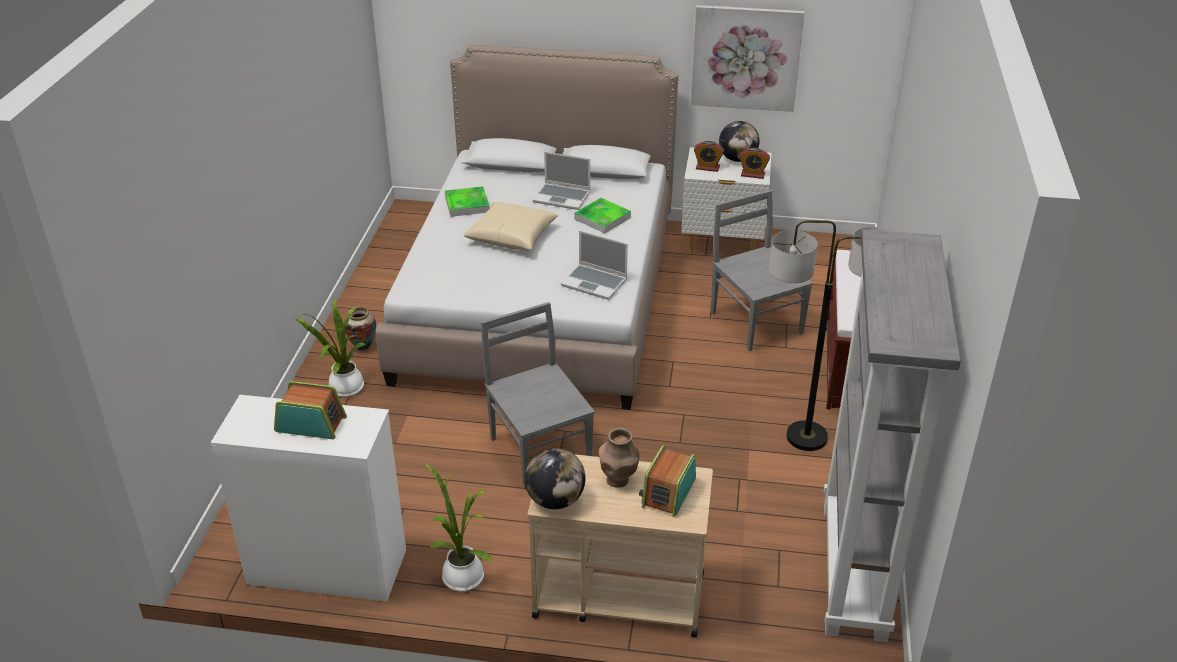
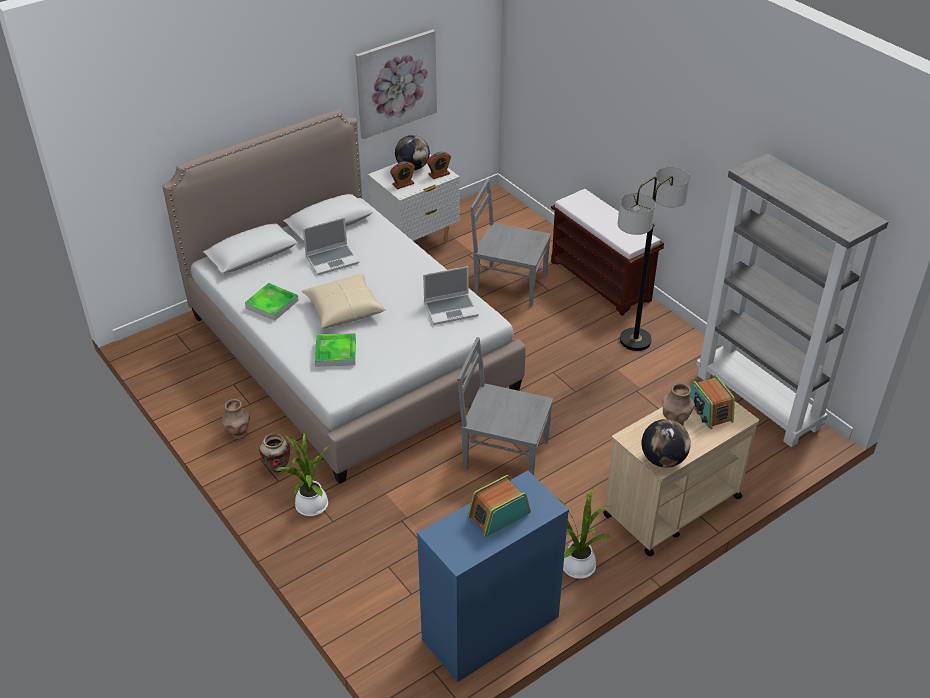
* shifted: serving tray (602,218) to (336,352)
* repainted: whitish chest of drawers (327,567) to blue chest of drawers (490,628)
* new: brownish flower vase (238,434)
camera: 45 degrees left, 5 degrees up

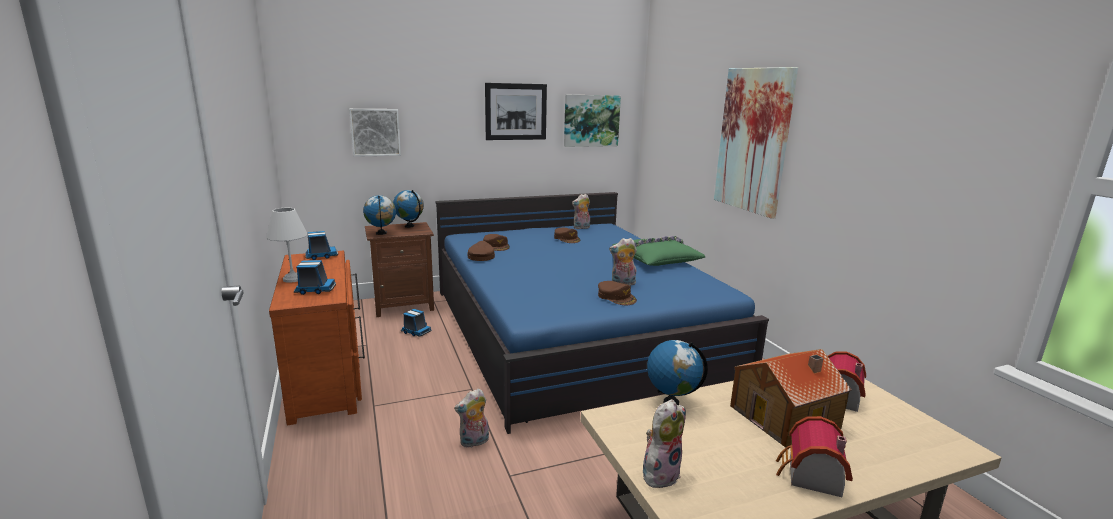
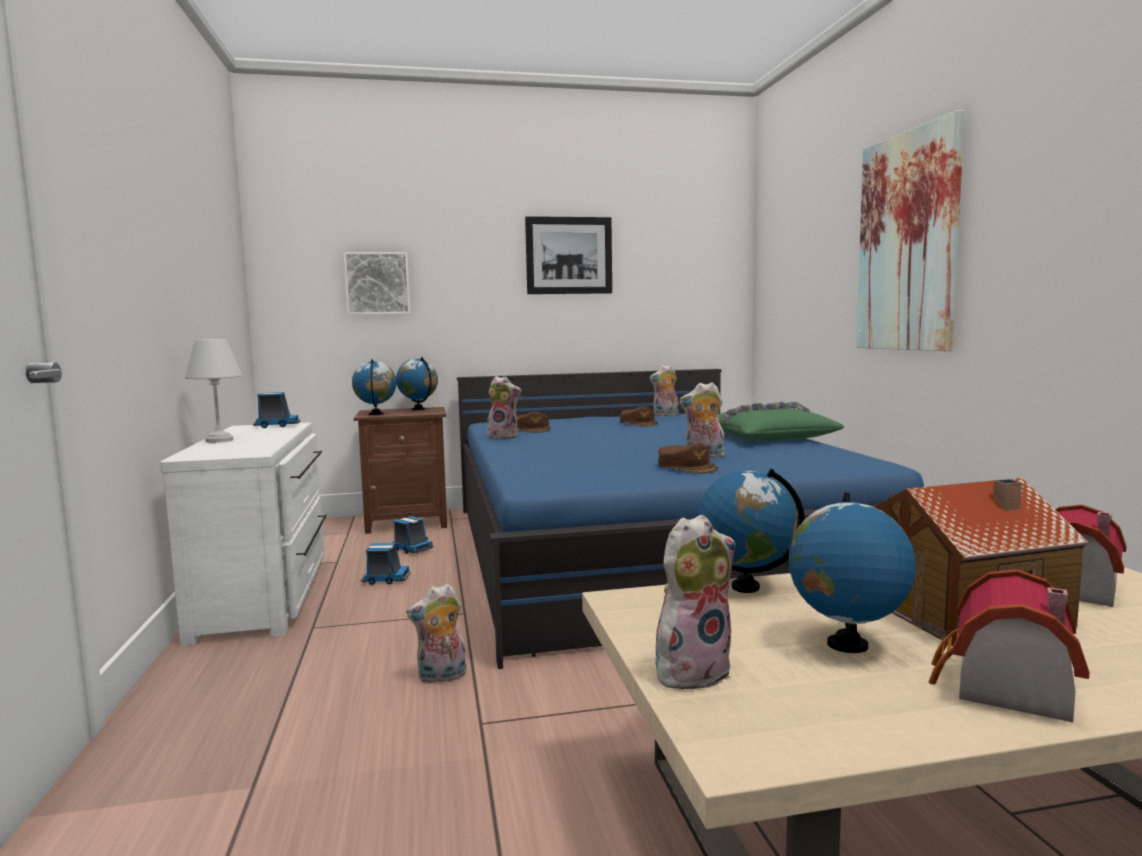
* gone: wall art (591,120)
* swapped: brownish peaked cap (481,256) to soft toy (504,437)
* repainted: brownish chest of drawers (328,376) to whitish chest of drawers (267,594)
* shifted: model truck (314,290) to (385,579)
* new: world globe (846,645)
camera: 10 degrees right, 10 degrees down

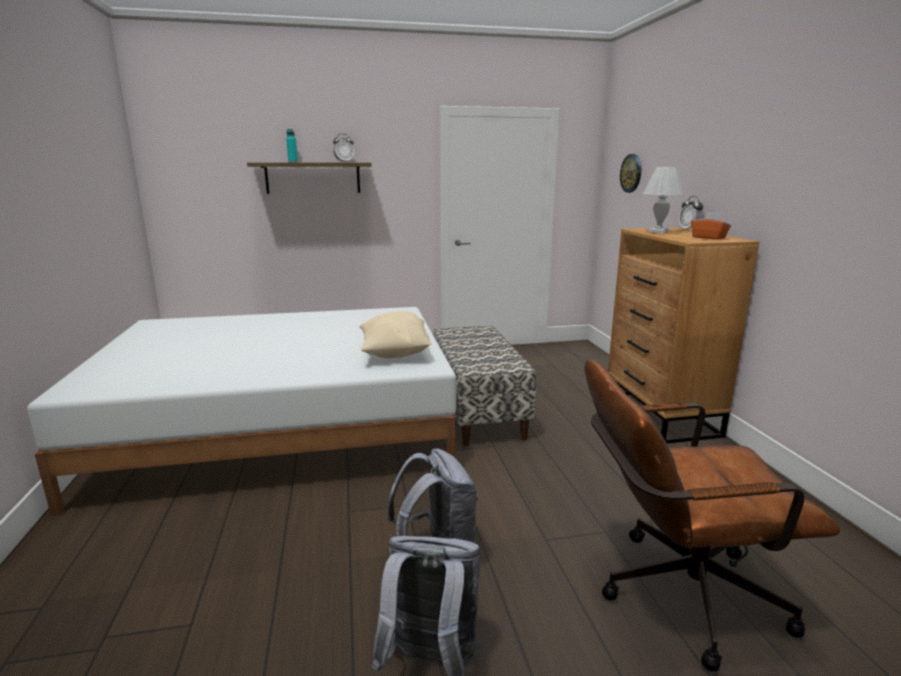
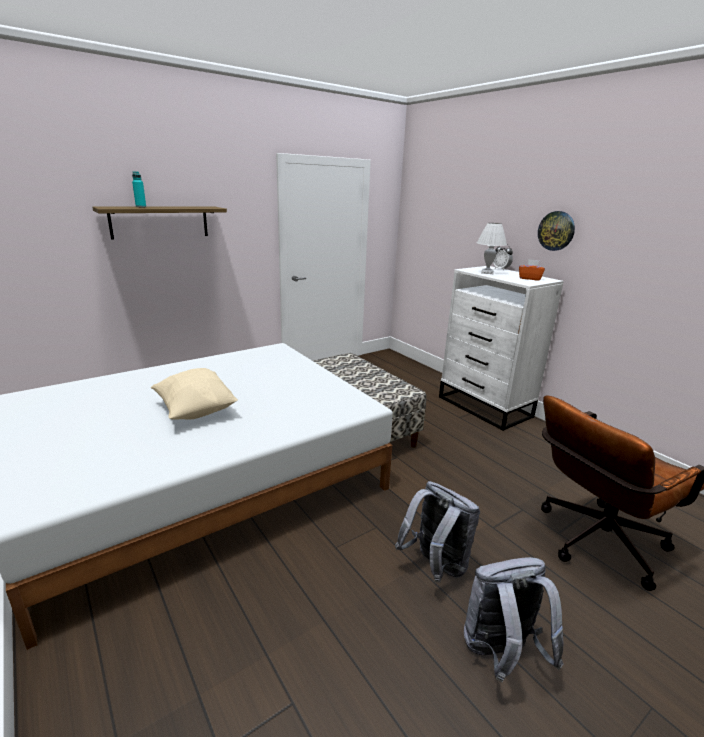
* gone: bedside clock (344,162)
* shifted: clock on the wall (631,173) to (556,231)
* repainted: brownish chest of drawers (660,415) to whitish chest of drawers (485,407)
* shifted: sand-coloured cushion (395,353) to (196,410)
camera: 25 degrees left, 5 degrees up

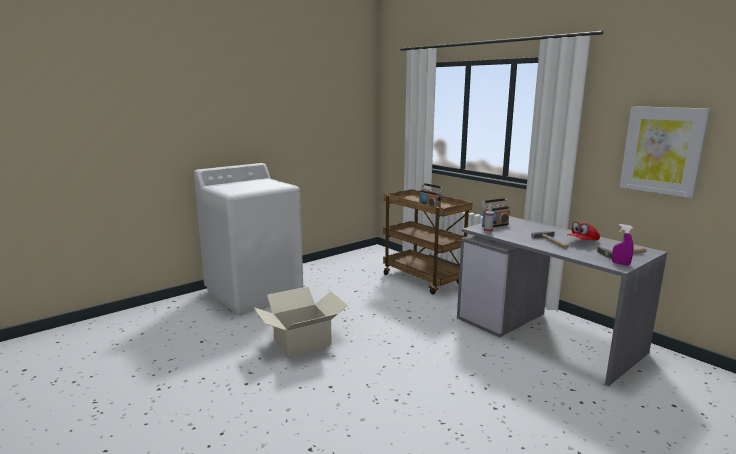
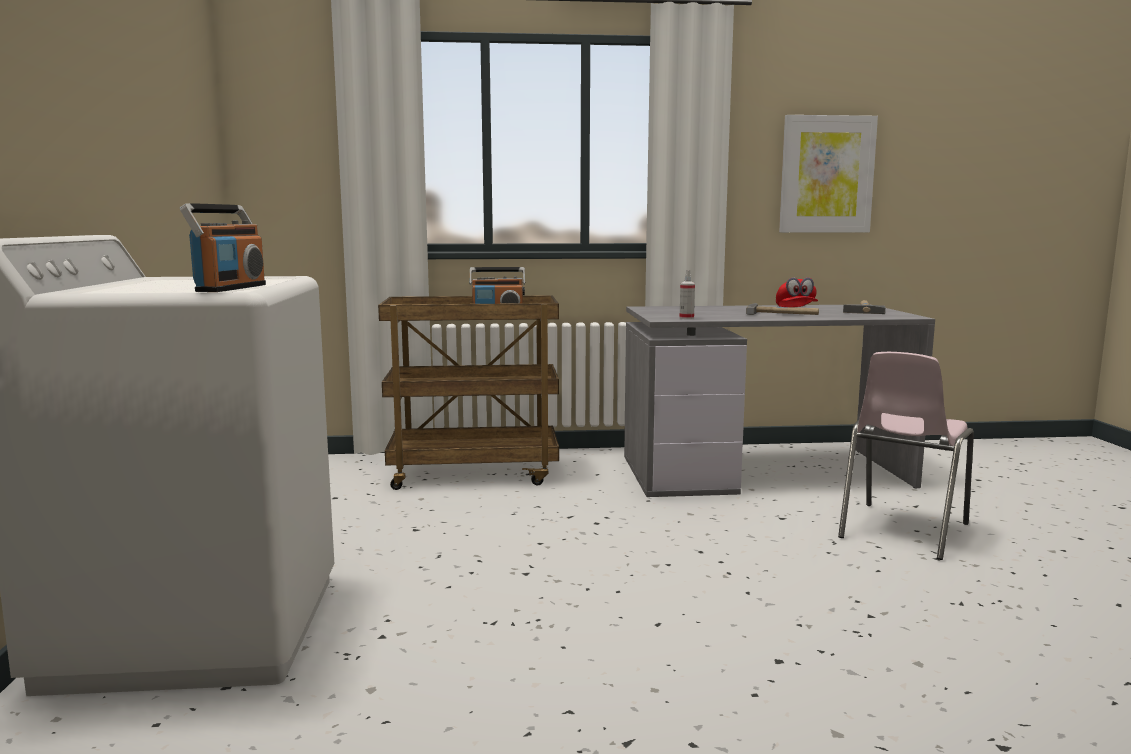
* shifted: radio set (495,225) to (230,288)
* gone: purple sprayer (620,264)
* gone: cardboard box (302,342)
* new: pinkish plain chair (901,531)
camera: 55 degrees left, 5 degrees down

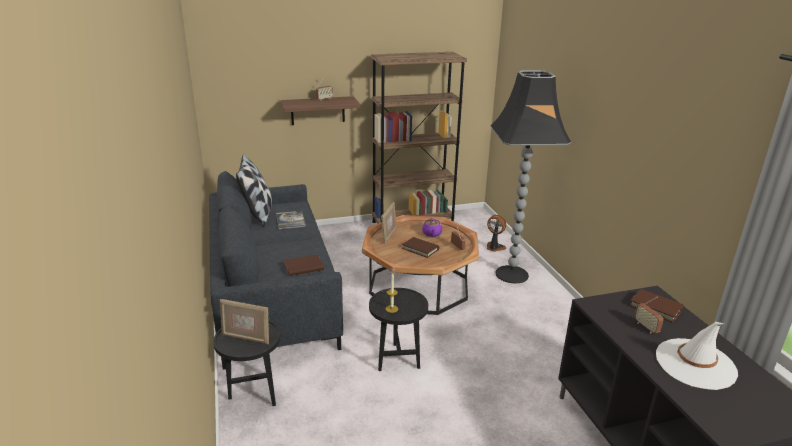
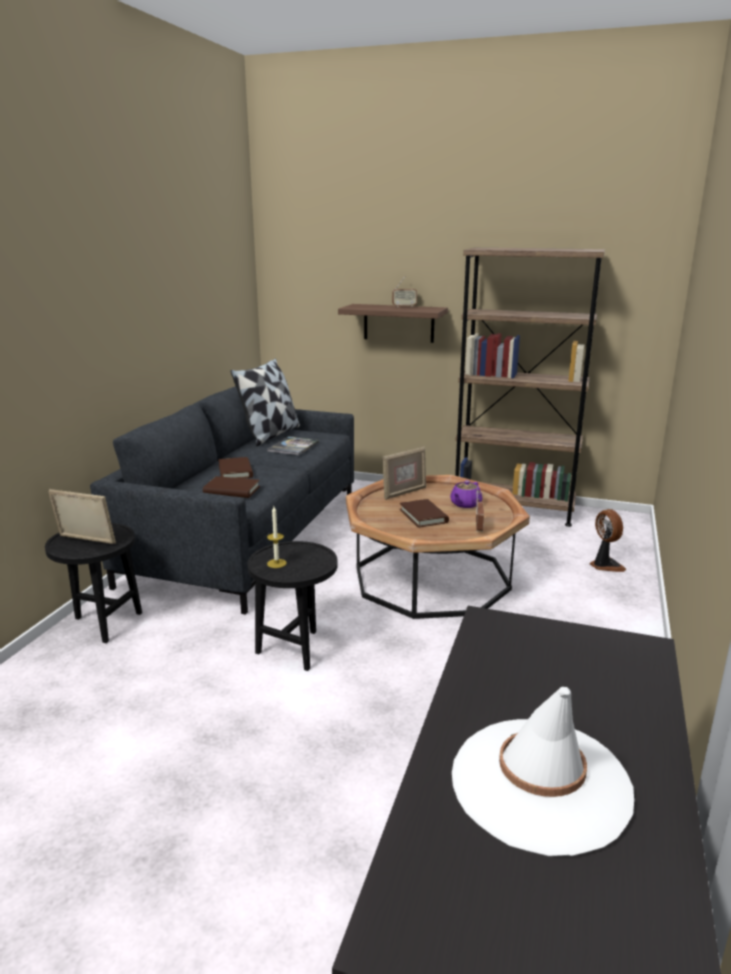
* gone: black-coloured floor lamp (512,275)
* shifted: brownish book (655,307) to (235,471)
* gone: radio set (646,327)
* rotated: photo frame (246,338) = (86,540) 150 degrees clockwise
camera: 35 degrees right, 5 degrees down

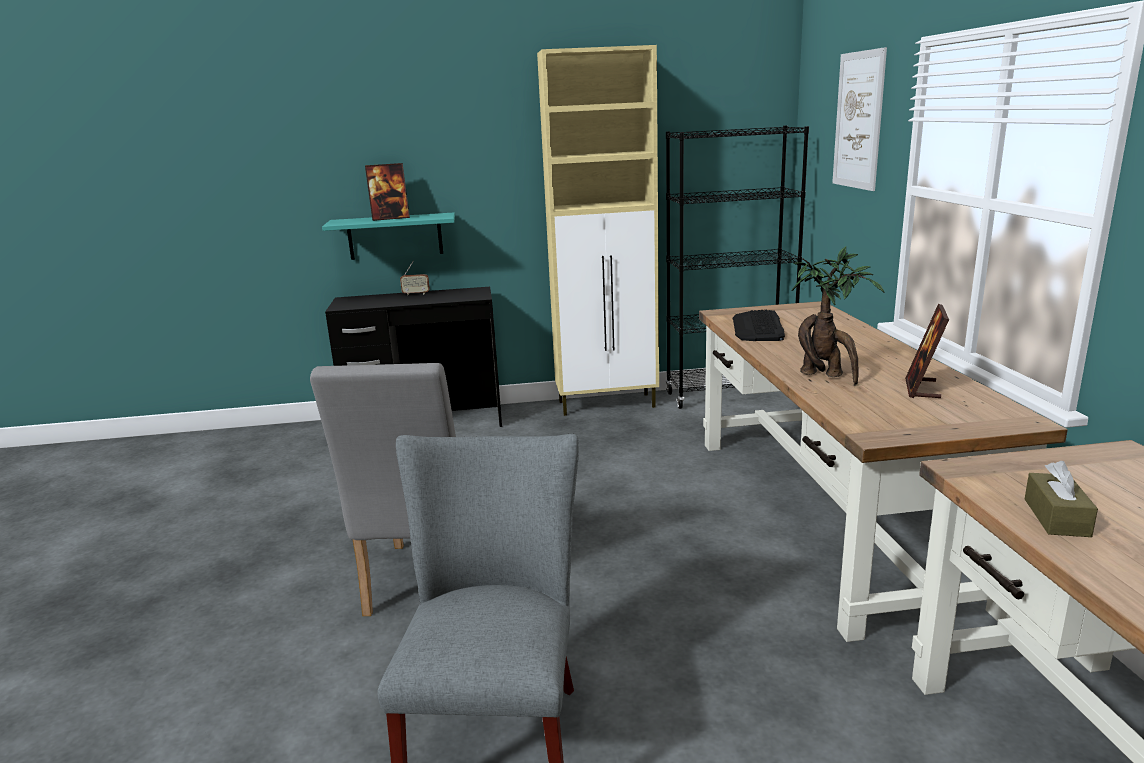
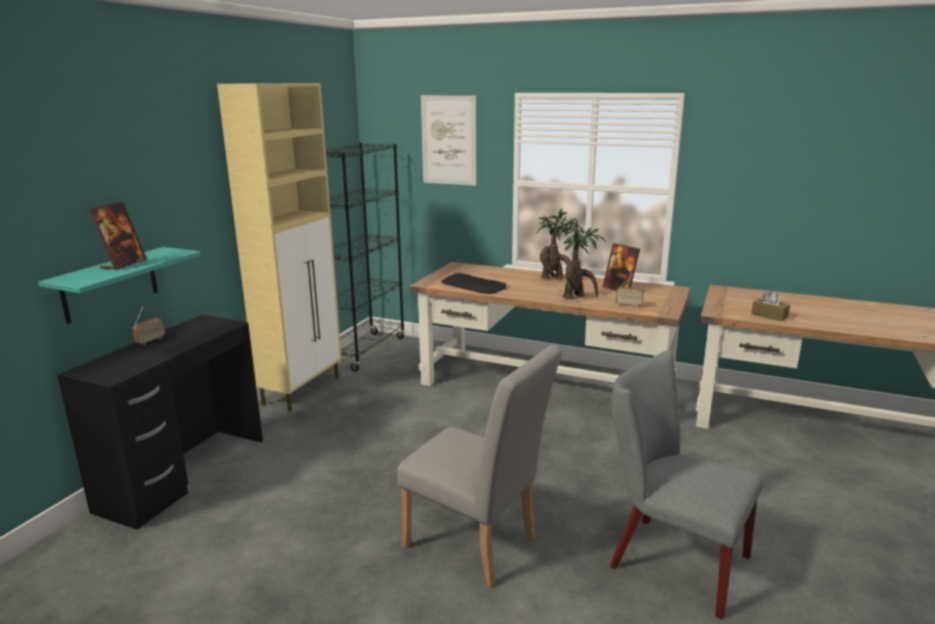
* new: potted plant (555,279)
* new: radio set (629,305)
camera: 60 degrees left, 0 degrees up

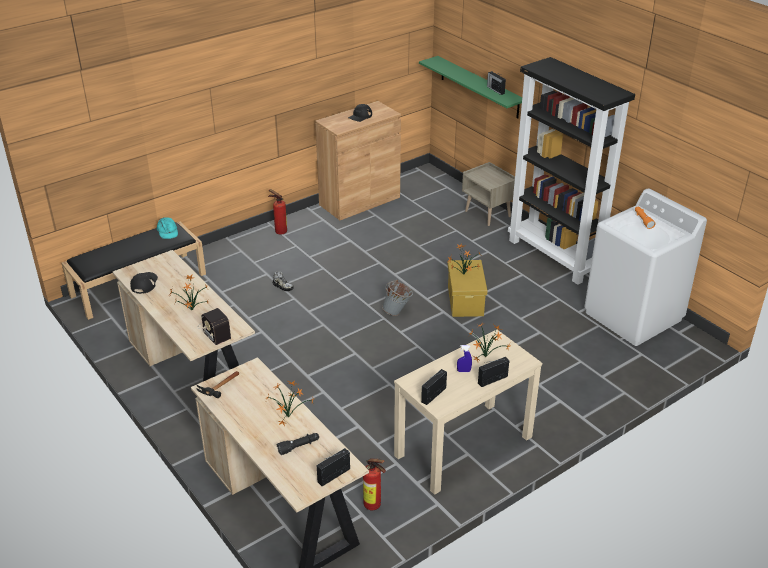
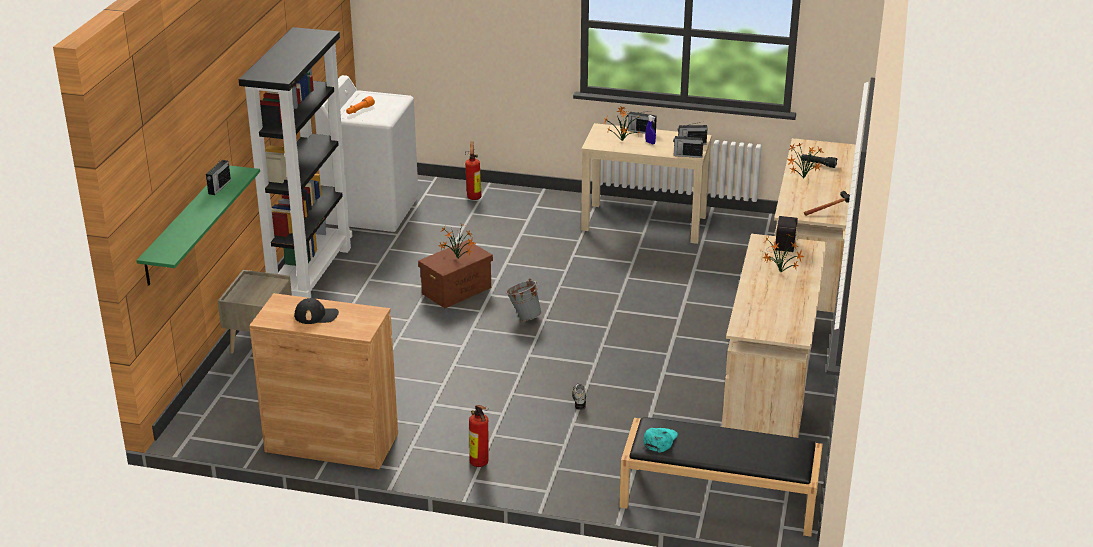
* repainted: yellow-coloured storage bin (465,301) to brownish storage bin (457,290)
* gone: black-coloured peaked cap (144,283)
* shifted: radio set (334,475) to (687,155)
* shifted: fire extinguisher (374,506) to (474,196)
camera: 130 degrees left, 5 degrees down

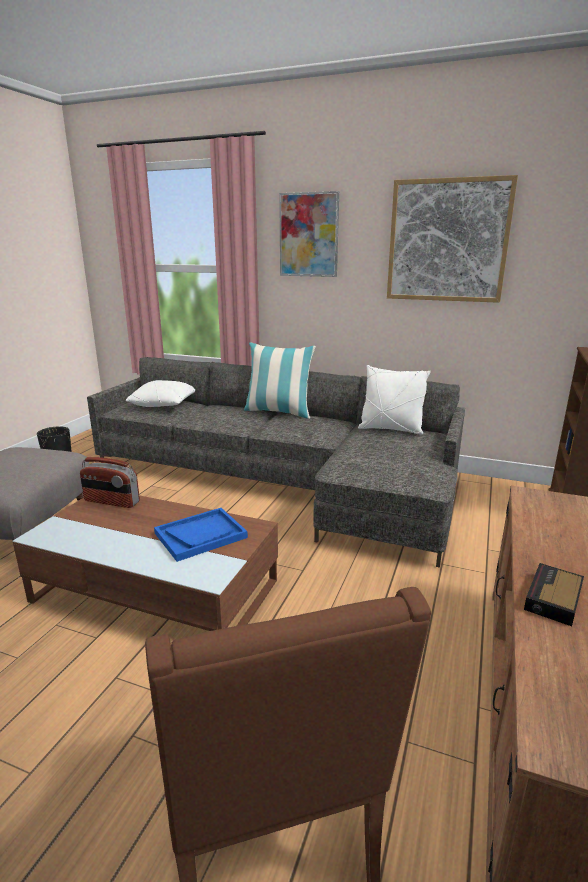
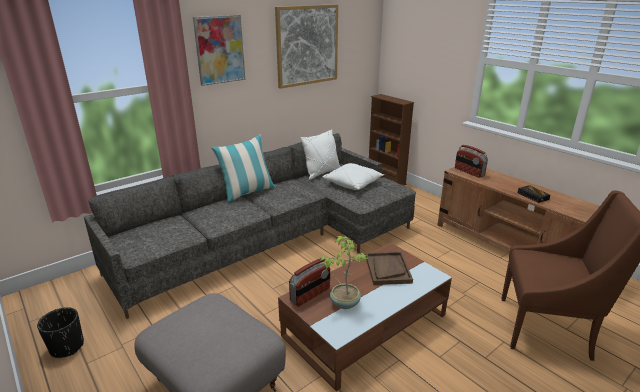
* shifted: whitish cushion (165,404) to (353,183)
* repainted: blue serving tray (201,535) to brownish serving tray (387,269)
* new: radio set (469,172)
* new: potted plant (344,303)
camera: 60 degrees left, 5 degrees up

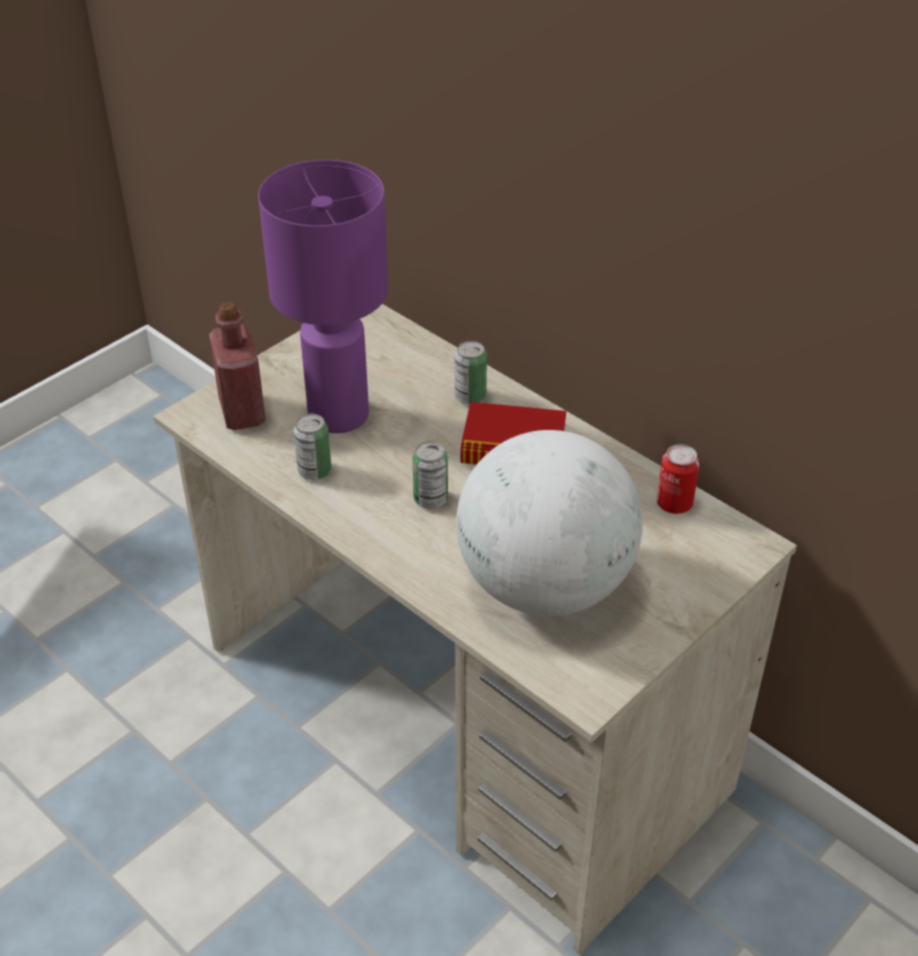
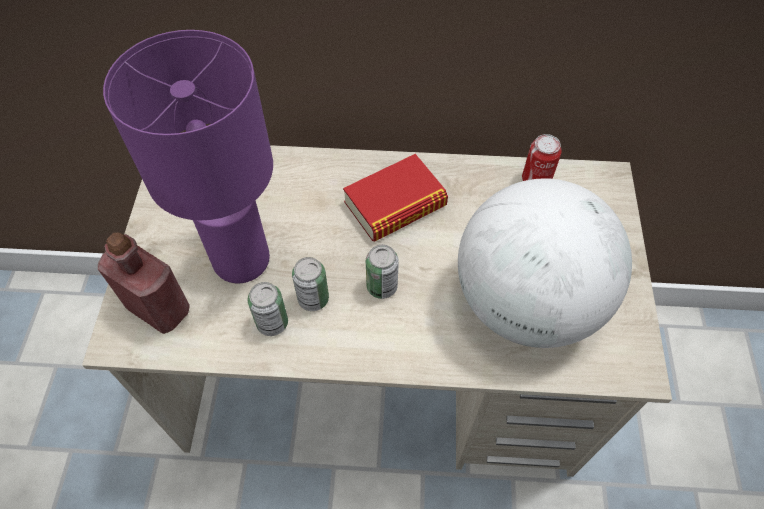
* shifted: metal can (470,396) to (313,299)
camera: 40 degrees left, 15 degrees up

